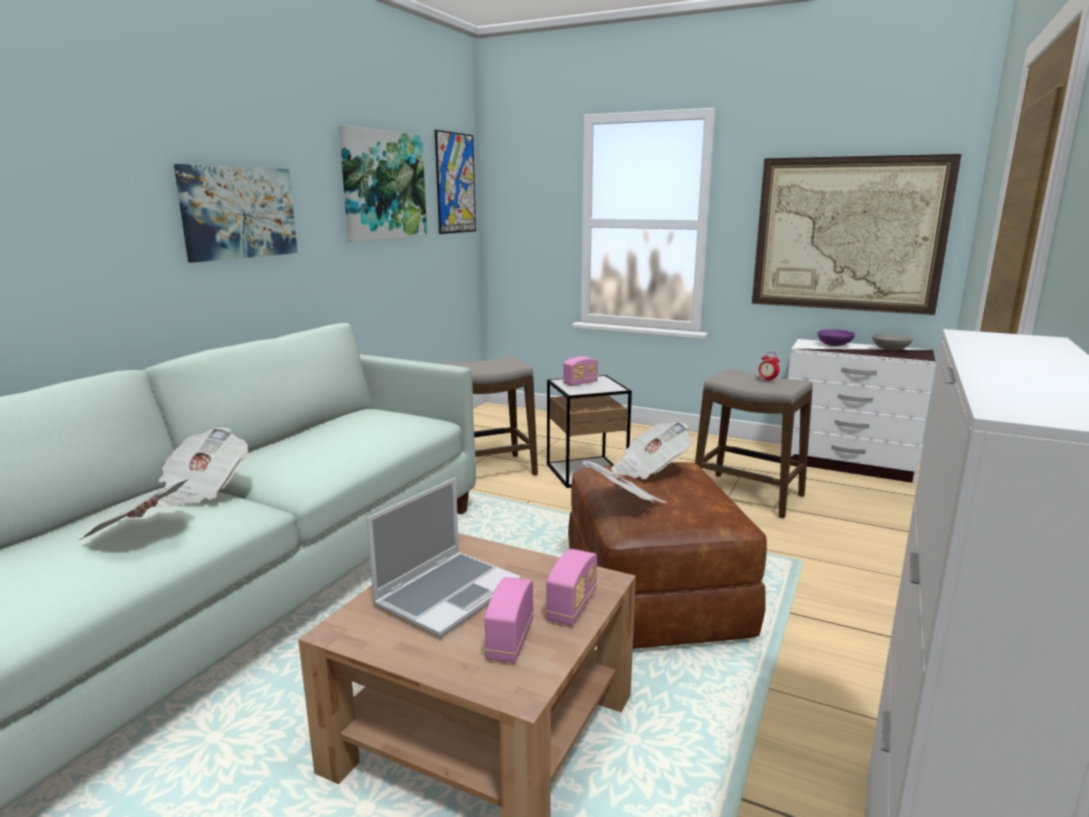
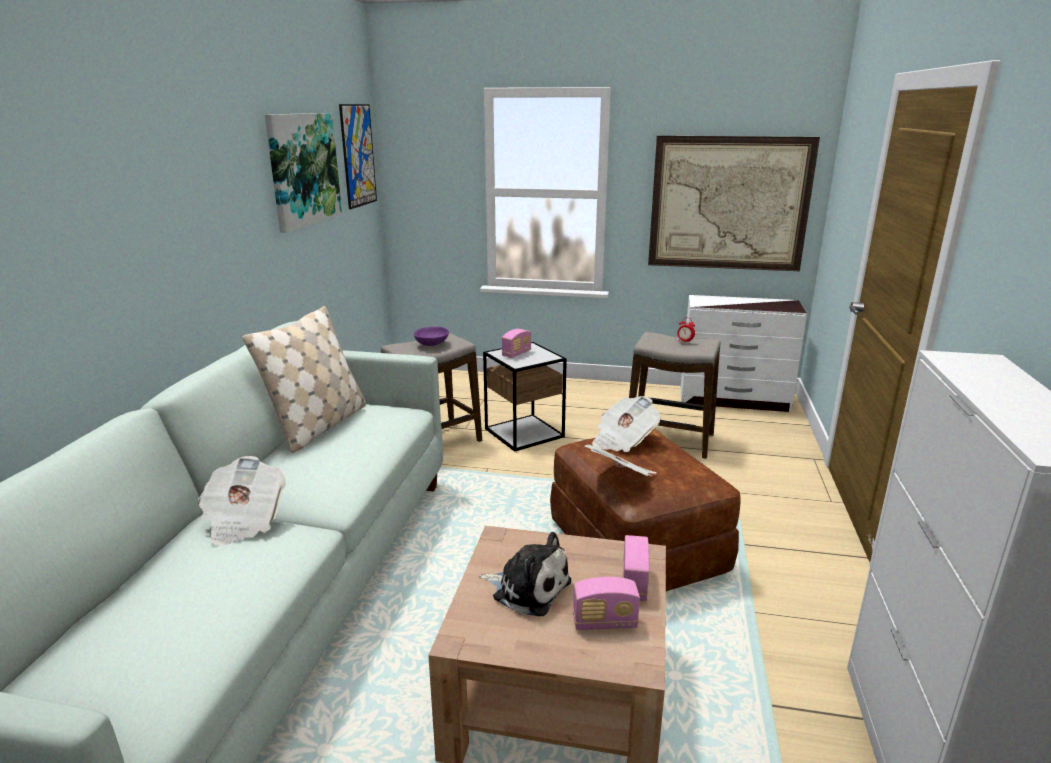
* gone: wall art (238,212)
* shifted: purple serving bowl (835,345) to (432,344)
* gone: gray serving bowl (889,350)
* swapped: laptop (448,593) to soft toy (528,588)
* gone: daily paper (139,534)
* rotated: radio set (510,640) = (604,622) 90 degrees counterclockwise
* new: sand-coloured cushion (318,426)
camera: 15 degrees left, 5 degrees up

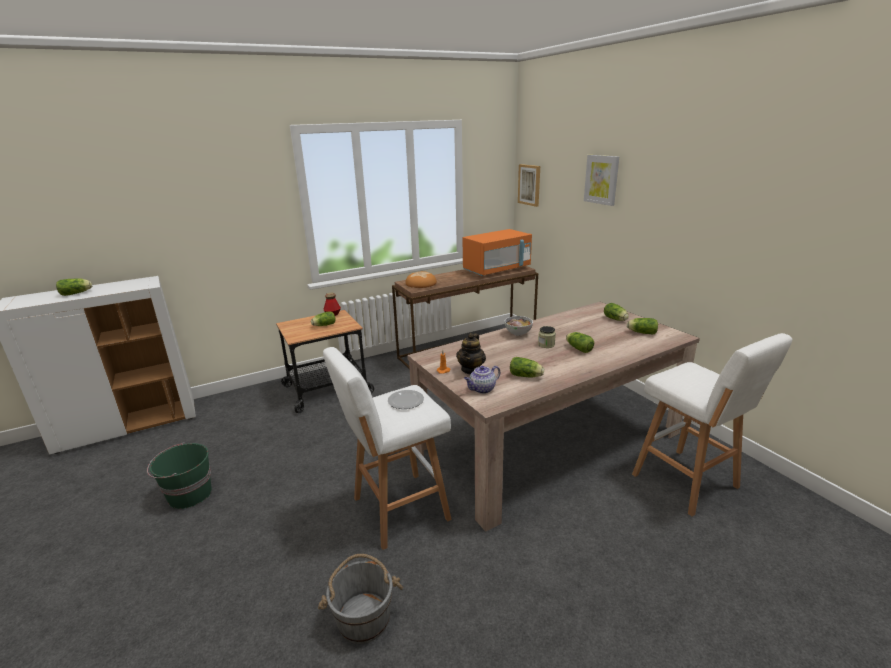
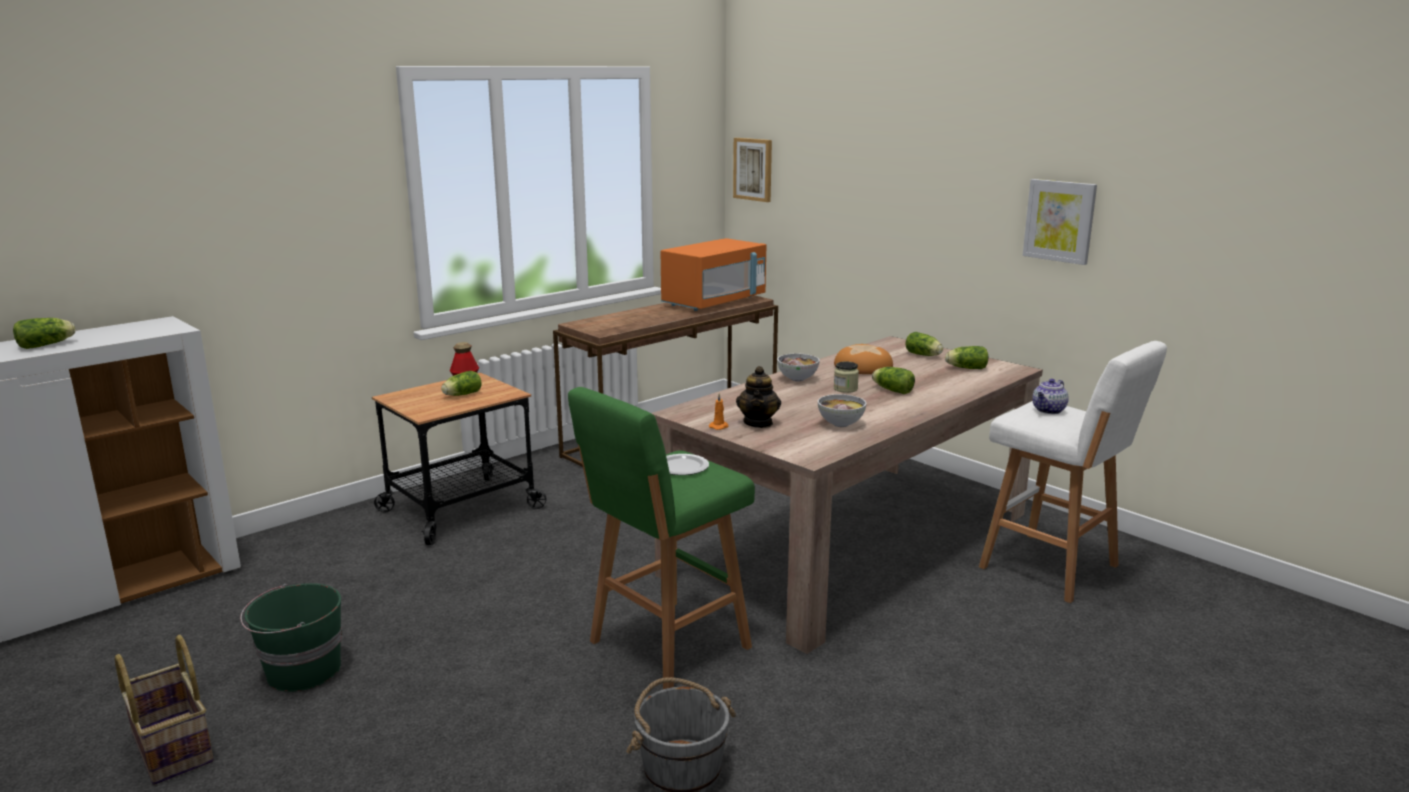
* shifted: wall art (601,179) to (1059,221)
* shifted: bread (421,283) to (863,367)
* repainted: whitish stool (397,510) to green stool (665,647)
* swapped: lettuce head (526,376) to serving bowl (840,424)
* shifted: teapot (482,389) to (1048,410)
* new: storage basket (170,748)
camera: 15 degrees left, 5 degrees down

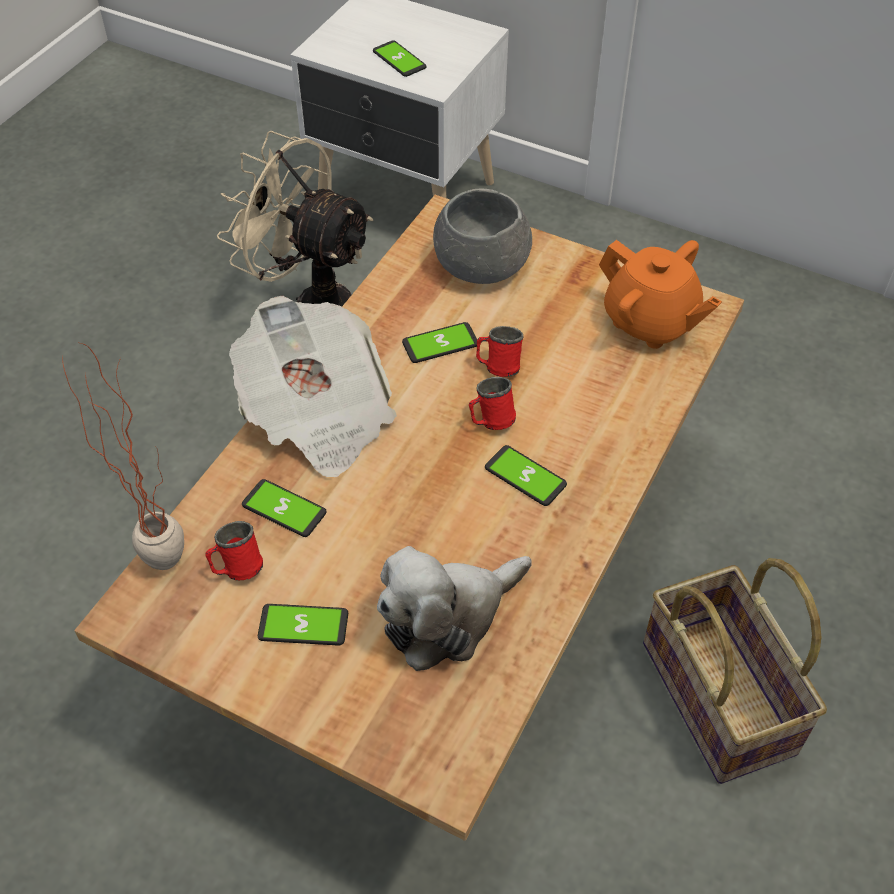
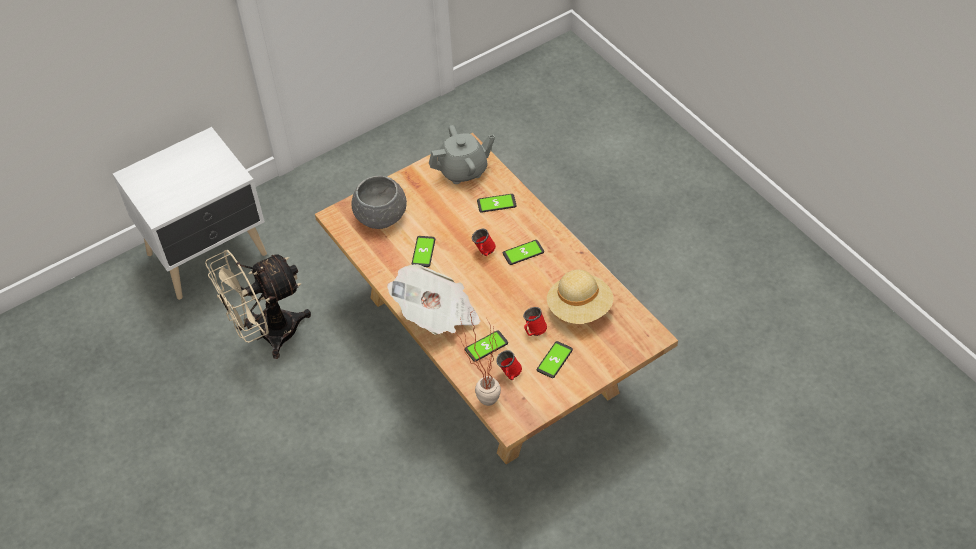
* shifted: telephone (399,60) to (496,203)
* repainted: orange-coloured teapot (650,322) to gray teapot (463,170)
* shifted: reddish mug (498,367) to (533,331)
* swapped: soft toy (448,617) to sand-coloured clothing hat (579,308)
* gone: storage basket (721,697)
camera: 60 degrees left, 0 degrees up

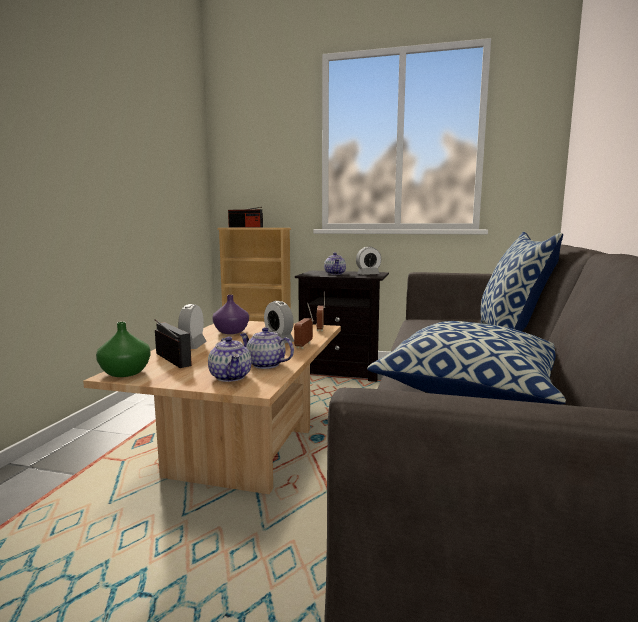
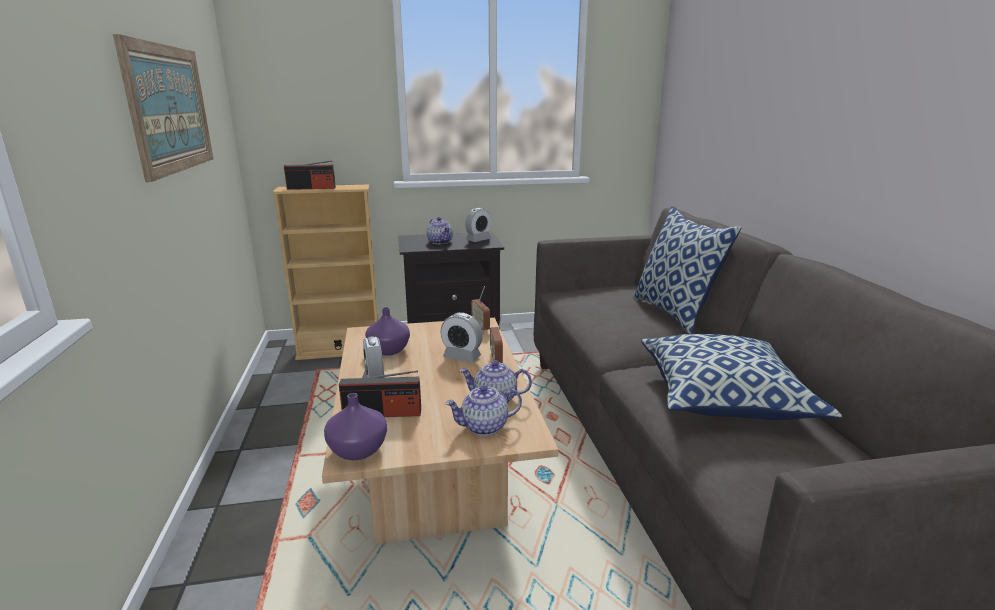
* rotated: radio set (173,359) = (382,413) 150 degrees clockwise
* repainted: green flower vase (124,373) to purple flower vase (356,450)
* rotated: teapot (231,377) = (484,427) 120 degrees clockwise
* new: wall art (170,108)
camera: 25 degrees left, 10 degrees up

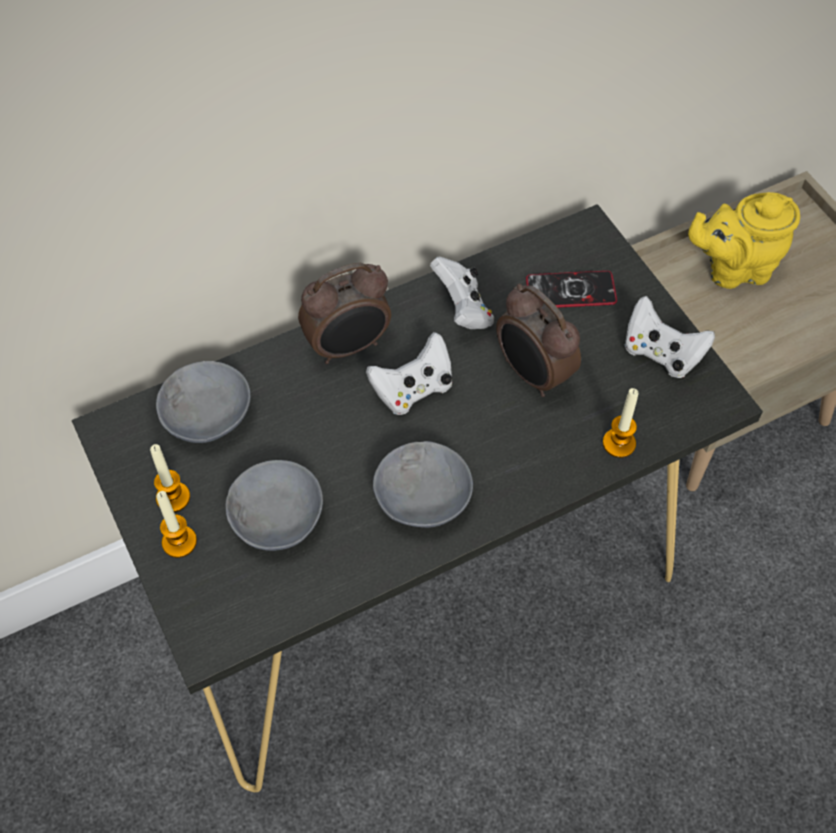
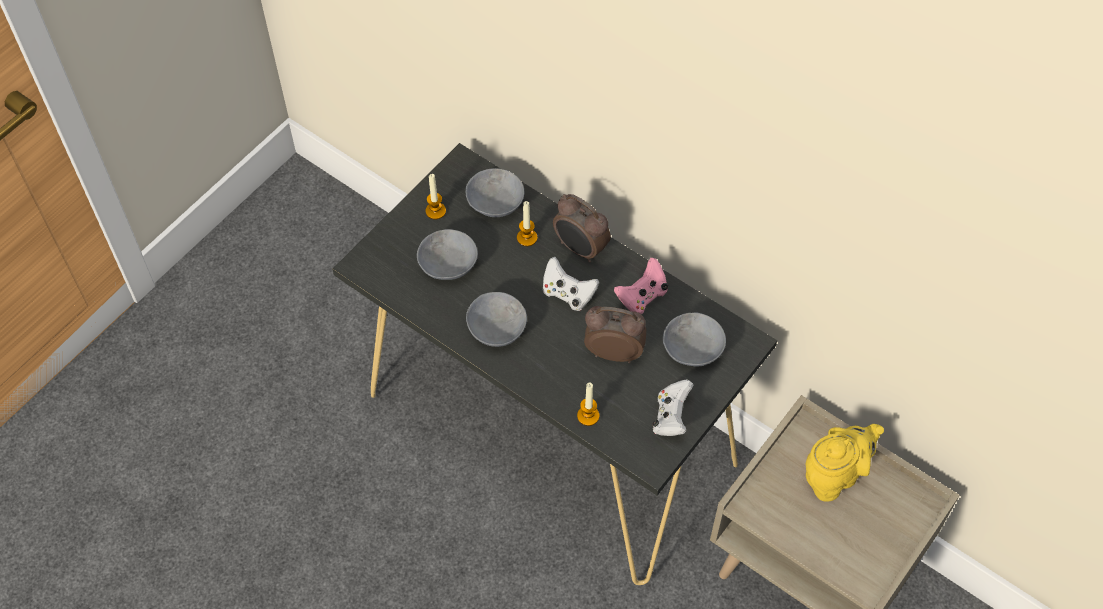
* rotated: yellow-coloured teapot (733,268) = (834,476) 90 degrees clockwise
* repainted: whitish gamepad (463,310) to pinkish gamepad (642,297)
* swapped: telephone (570,291) to gray serving bowl (692,350)
* rotated: bedside clock (532,374) = (614,352) 75 degrees clockwise
* shifted: wax candle (179,542) to (527,238)
camera: 65 degrees right, 0 degrees up

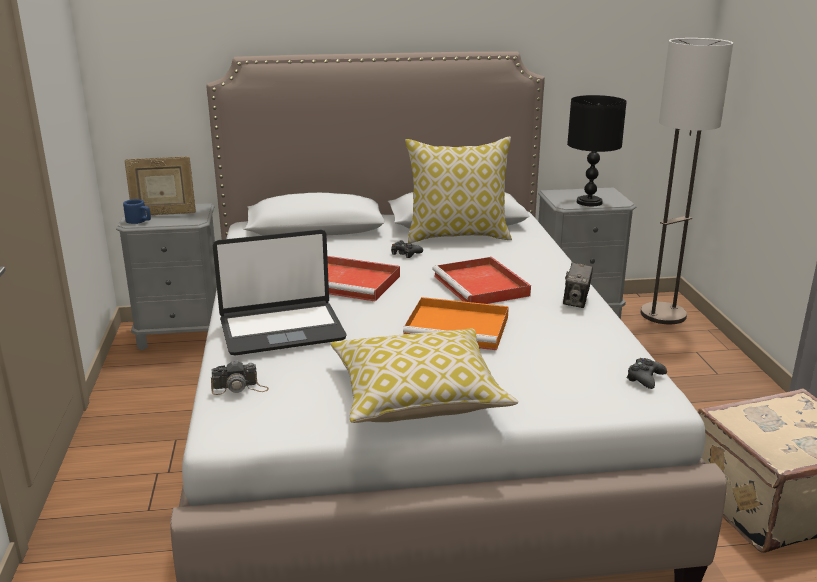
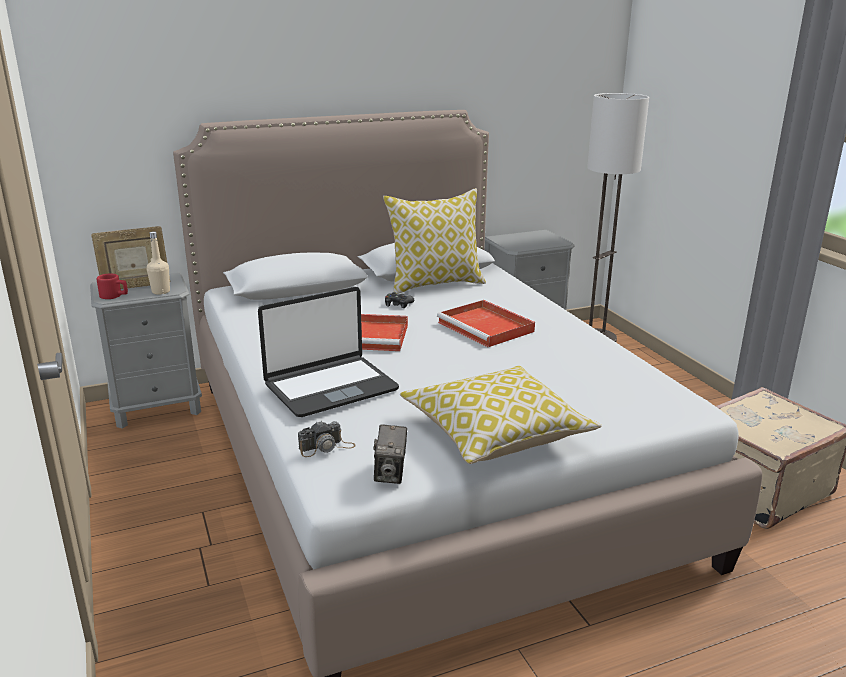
* gone: black-coloured lamp for a table (588,202)
* repainted: blue mug (139,221) to reddish mug (114,296)
* shifted: photo camera (576,301) to (390,474)
* gone: orange-coloured serving tray (459,328)
* gone: black-coloured gamepad (645,378)
* new: sand-coloured bottle (161,291)
camera: 15 degrees left, 0 degrees up

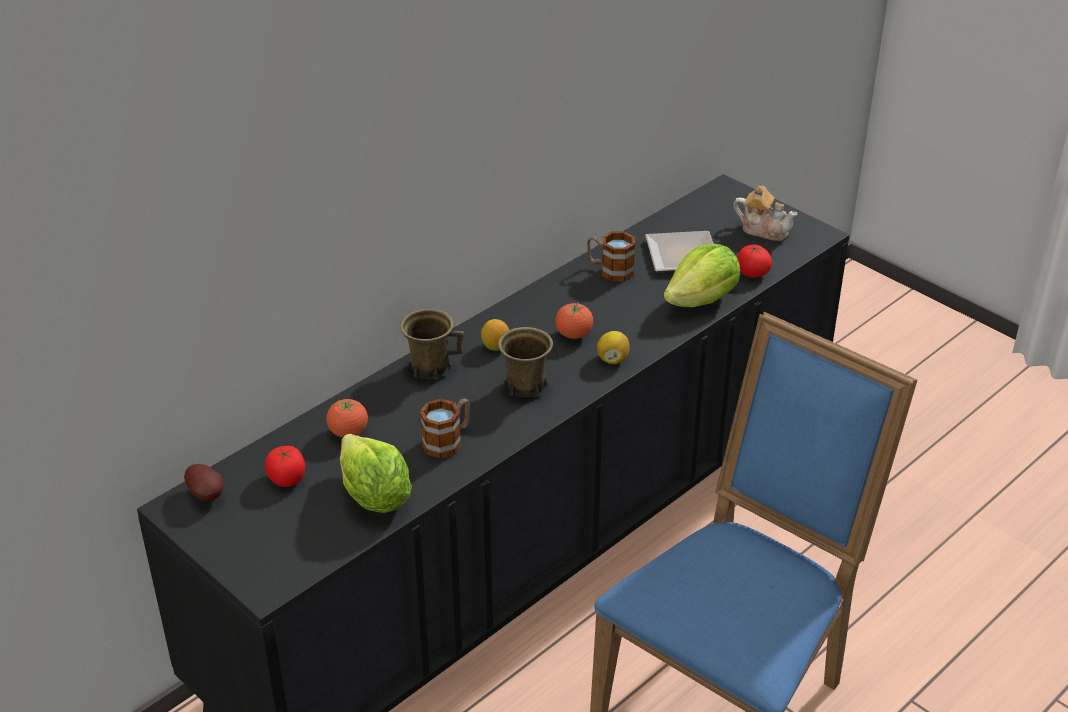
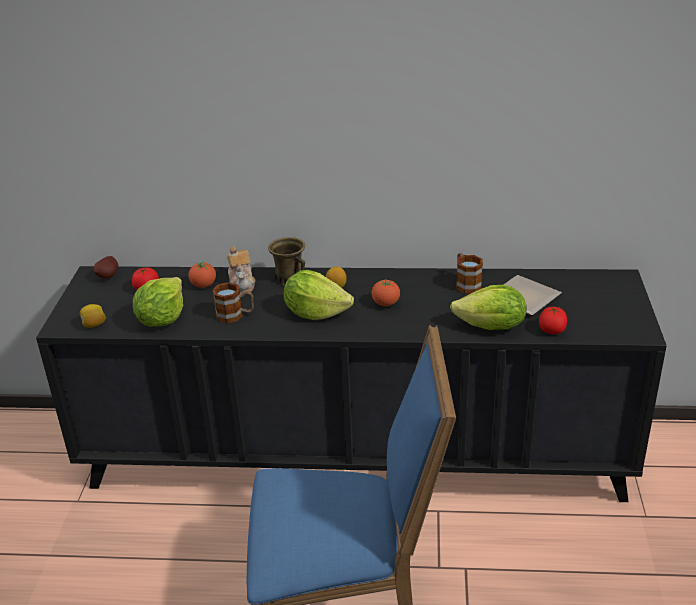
* shifted: teapot (764,229) to (242,284)
* swapped: brownish mug (525,386) to lettuce head (316,313)
* shifted: whole lemon (612,359) to (94,325)
camera: 50 degrees right, 5 degrees down

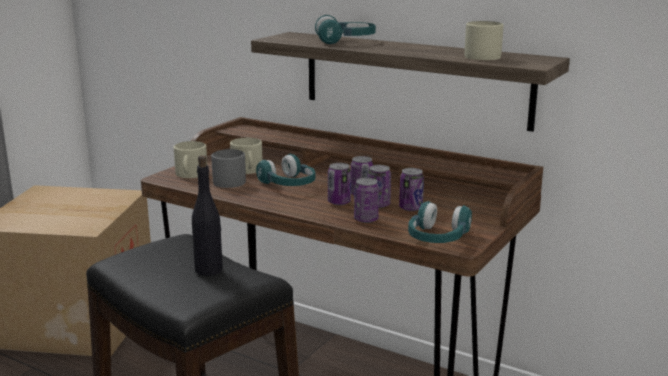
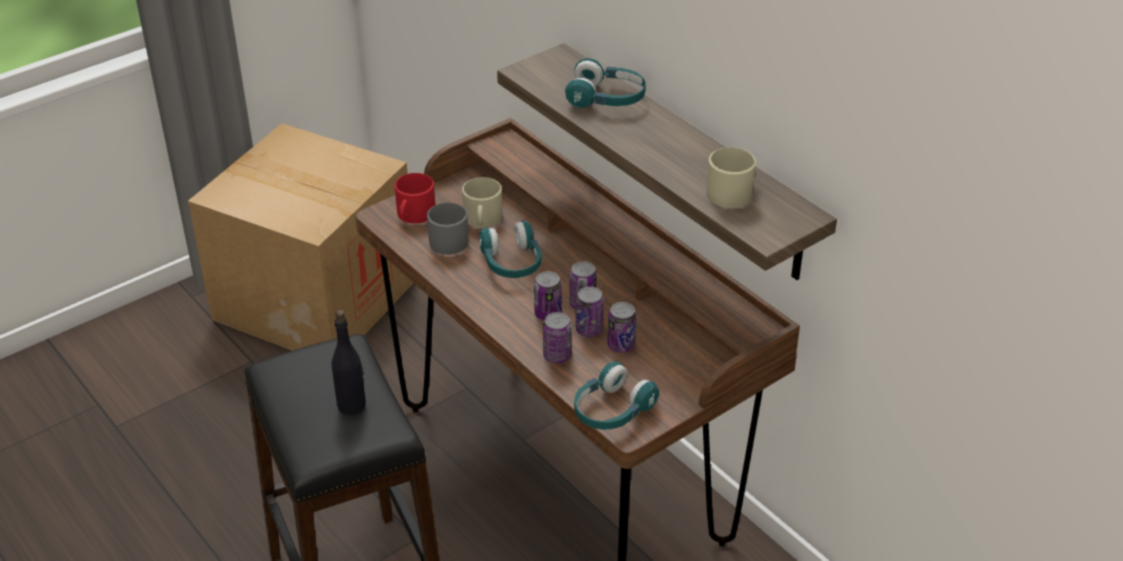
* repainted: sand-coloured mug (190,174) to reddish mug (413,215)
camera: 20 degrees right, 20 degrees up

